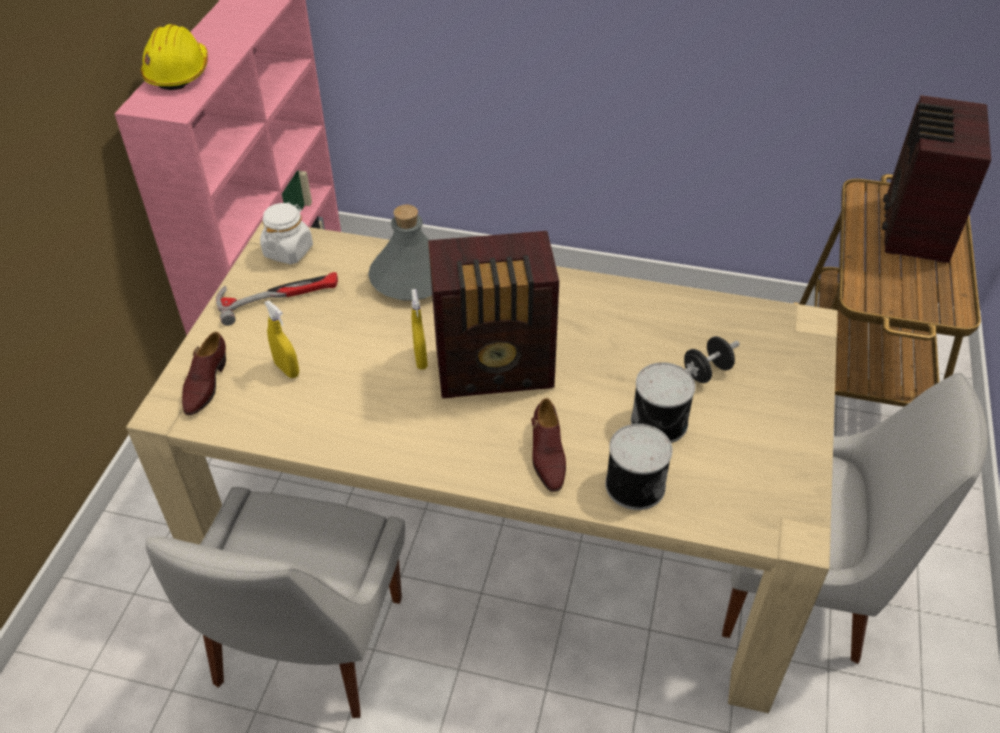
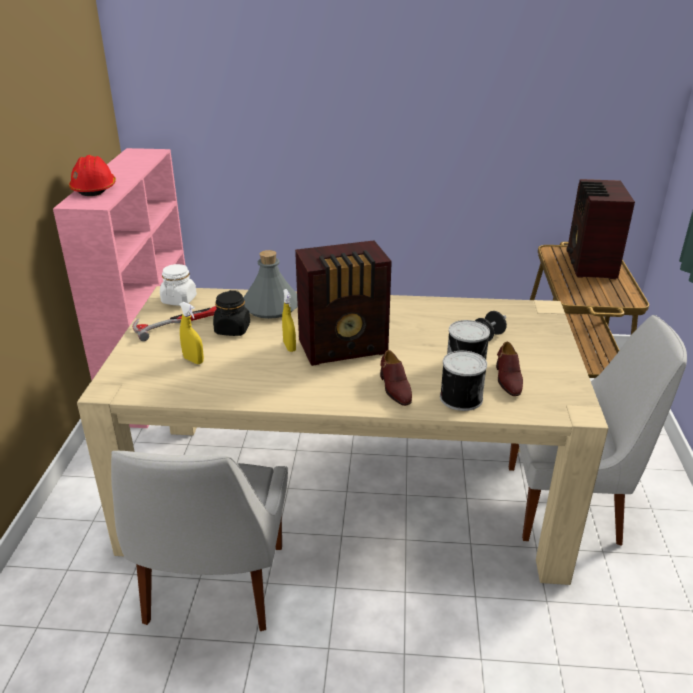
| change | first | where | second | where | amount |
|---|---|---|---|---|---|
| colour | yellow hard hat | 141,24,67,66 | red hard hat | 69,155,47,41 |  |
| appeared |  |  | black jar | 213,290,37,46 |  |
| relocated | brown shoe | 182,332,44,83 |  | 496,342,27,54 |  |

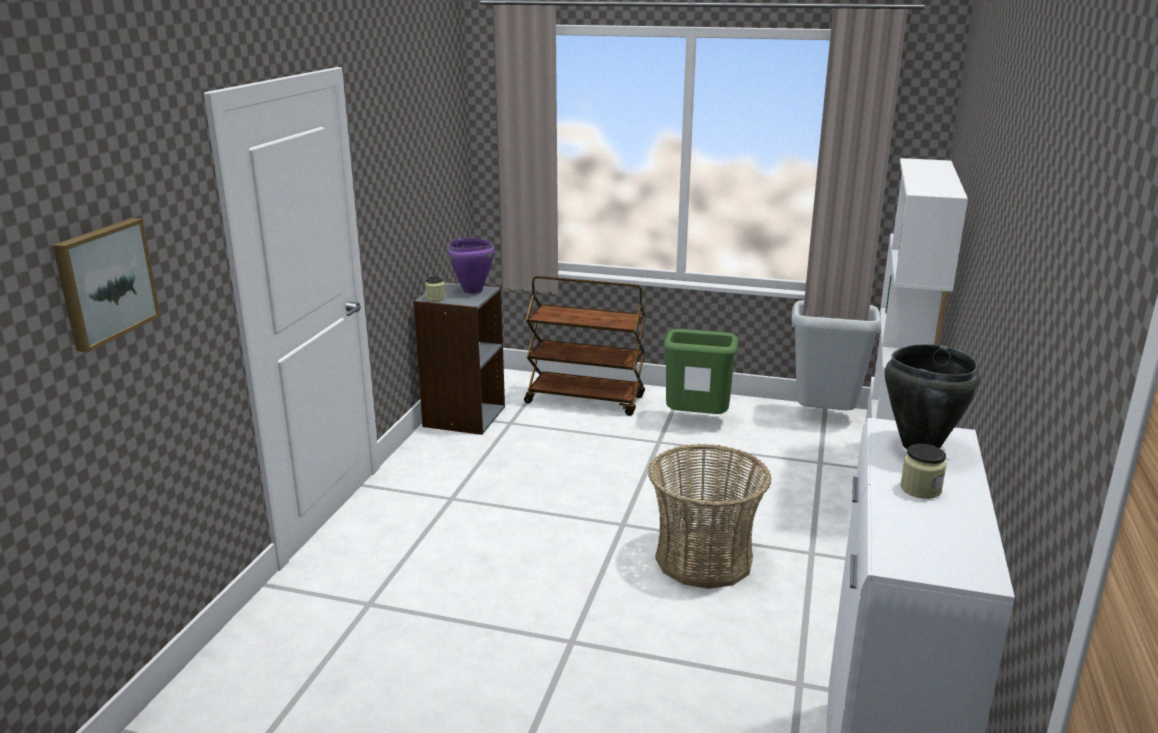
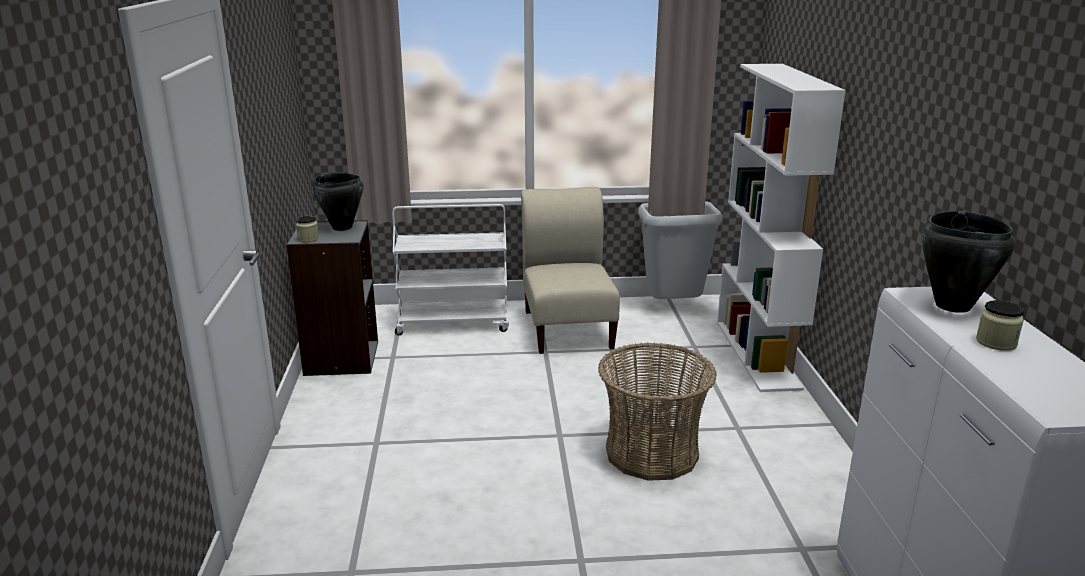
| change | first | where | second | where | amount |
|---|---|---|---|---|---|
| colour | purple cooking pot | 448,238,47,56 | black cooking pot | 313,173,50,58 |  |
| colour | brown cart | 524,276,122,140 | white cart | 392,204,117,131 |  |
| exchanged | green trash can | 663,329,76,85 | beige chair | 521,187,99,167 |  |
| missing | picture | 53,218,107,134 |  |  |  |

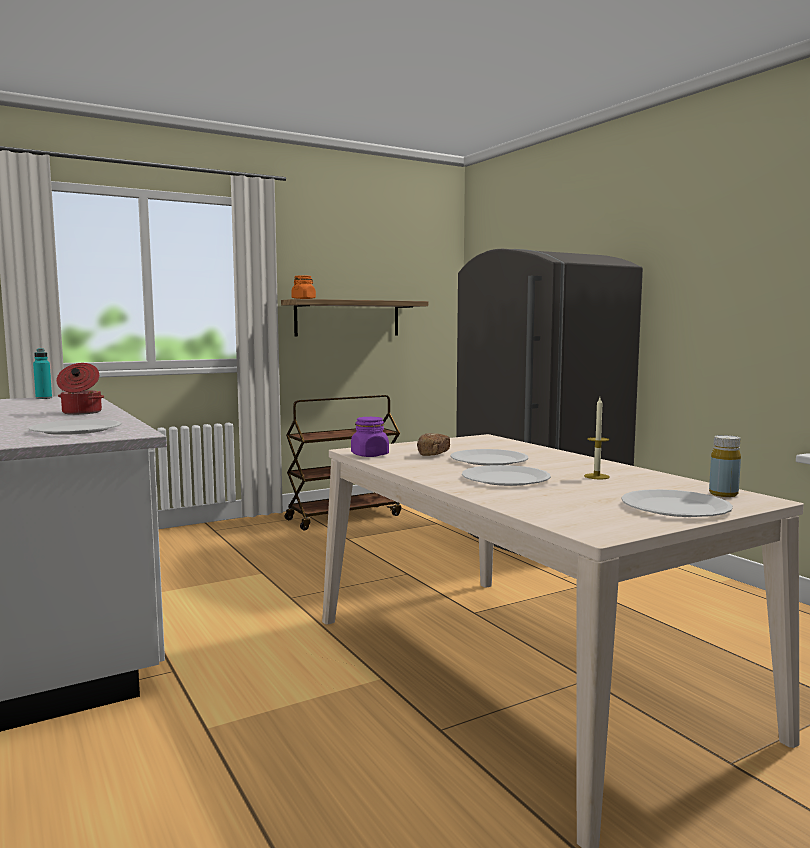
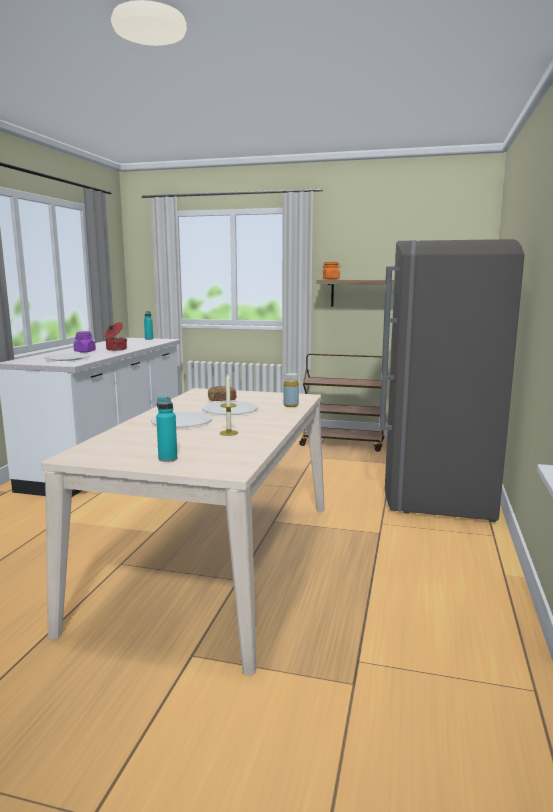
| change | first | where | second | where | amount |
|---|---|---|---|---|---|
| relocated | purple jar | 351,417,38,40 |  | 74,331,22,22 |  |
| exchanged | white plate | 621,489,112,28 | turquoise bottle | 156,397,21,65 |  |
| relocated | yellow bottle | 709,435,32,62 |  | 284,373,15,34 |  |

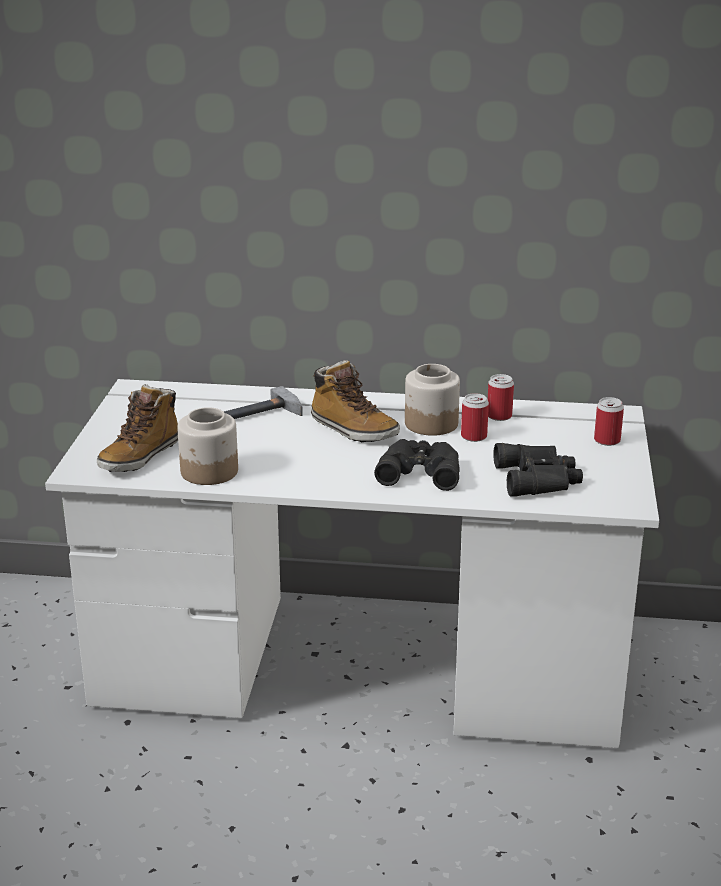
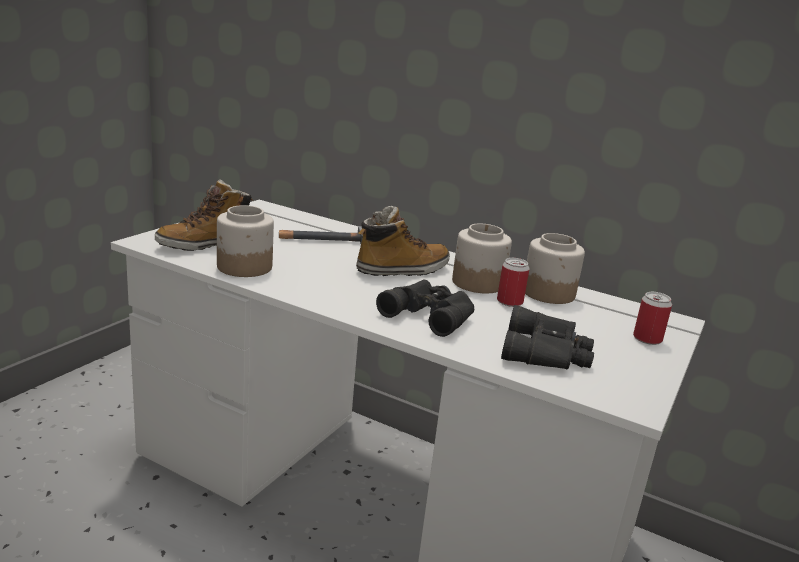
| change | first | where | second | where | amount |
|---|---|---|---|---|---|
| spun | boot | 311,360,89,83 |  | 356,206,94,70 | 90 degrees counterclockwise |
| exchanged | can | 488,374,26,47 | jar | 525,233,60,71 |  |

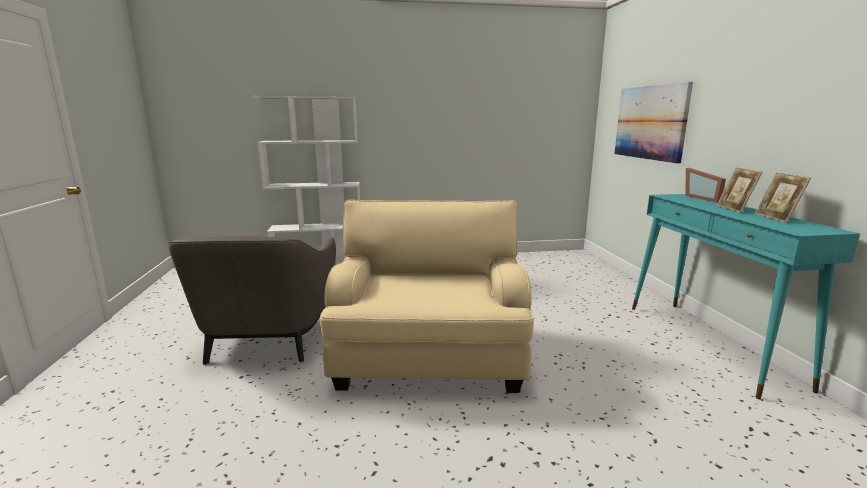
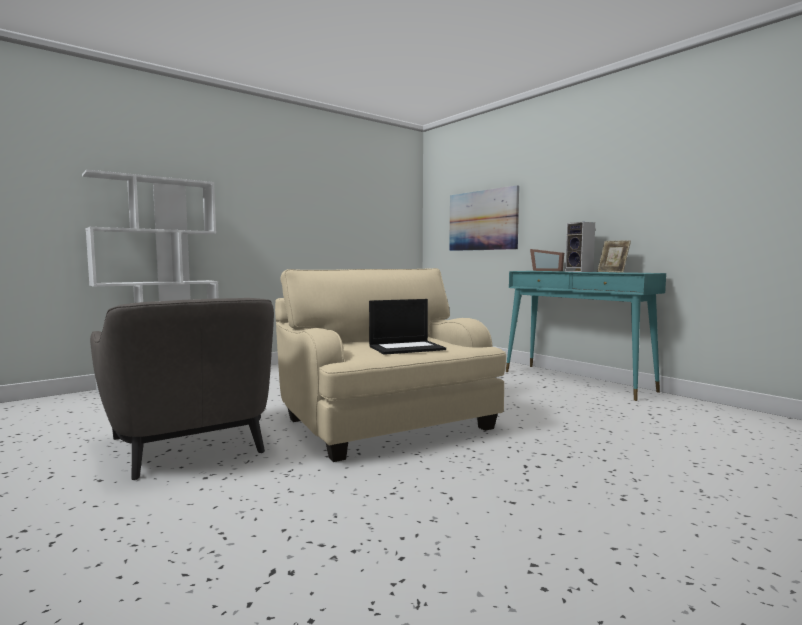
| change | first | where | second | where | amount |
|---|---|---|---|---|---|
| appeared |  |  | laptop | 369,299,77,56 |  |
| exchanged | picture frame | 717,167,46,46 | speaker | 565,222,30,50 |  |

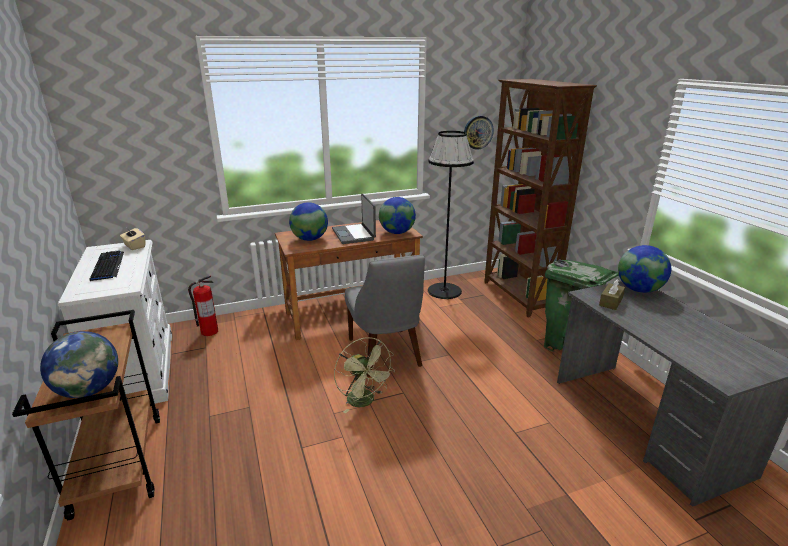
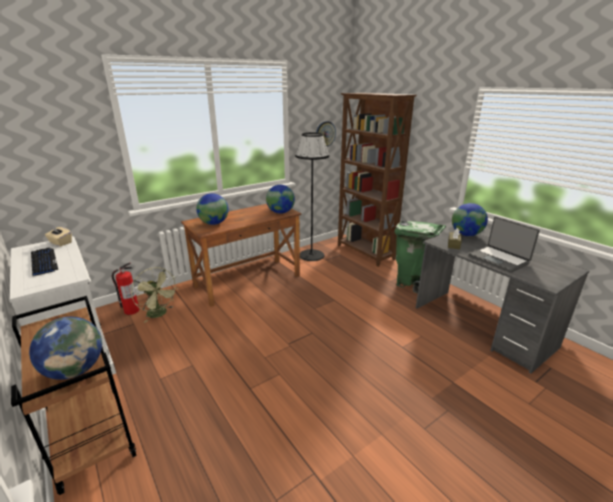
| change | first | where | second | where | amount |
|---|---|---|---|---|---|
| relocated | green fan | 334,337,61,77 |  | 131,267,48,56 |  |
| relocated | laptop | 332,194,44,50 |  | 469,217,71,56 |  |
| missing | grey chair | 345,255,80,122 |  |  |  |

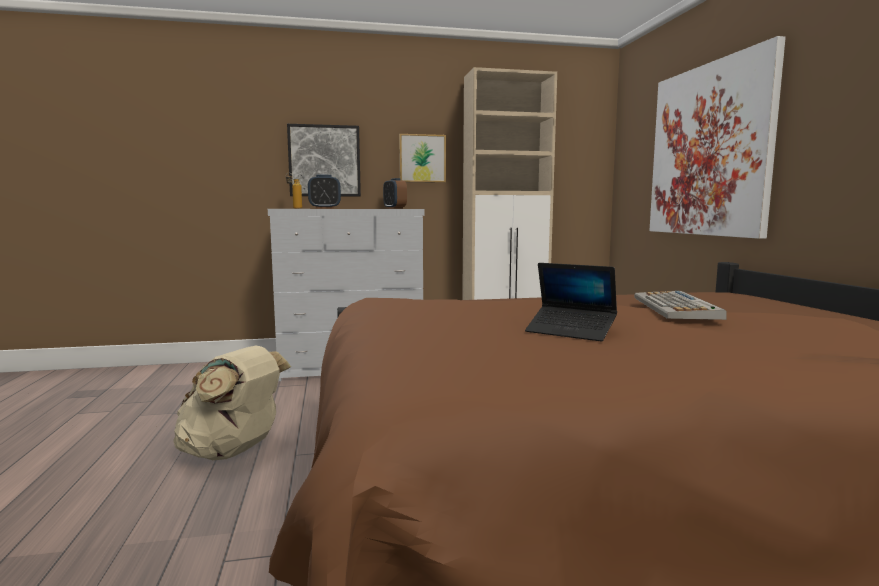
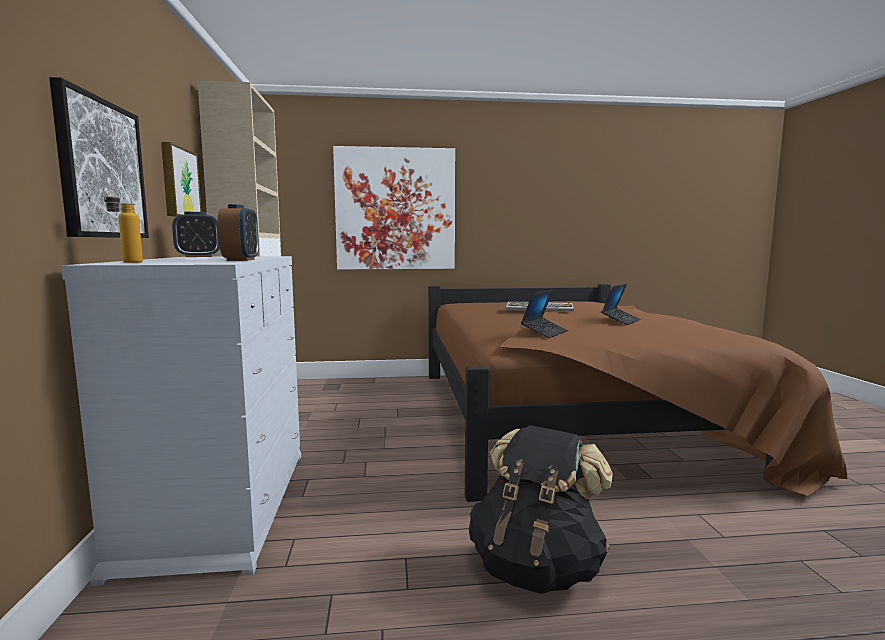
| change | first | where | second | where | amount |
|---|---|---|---|---|---|
| colour | beige backpack | 173,346,118,114 | black backpack | 469,425,144,169 |  |
| appeared |  |  | laptop | 521,290,47,48 |  |

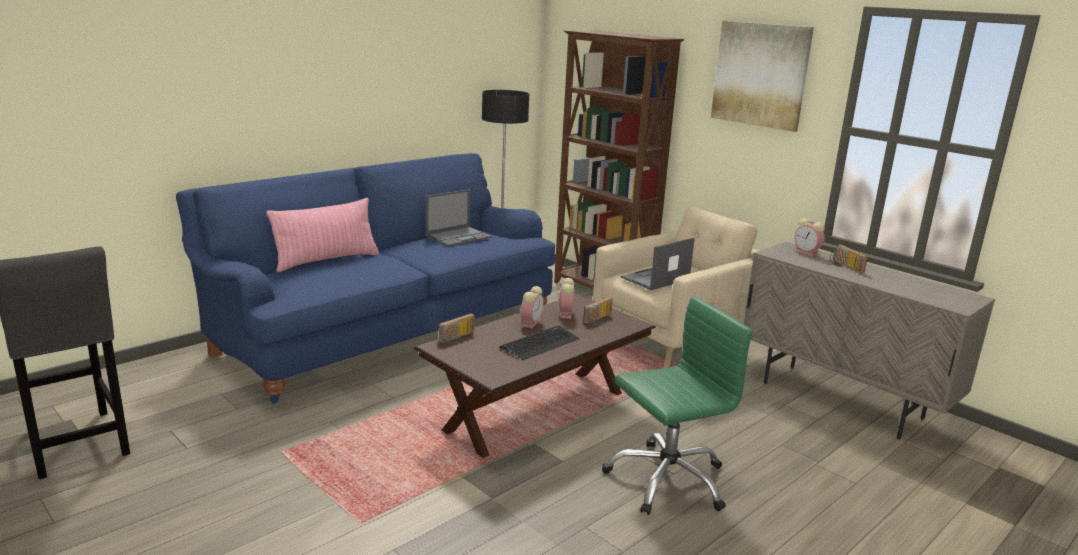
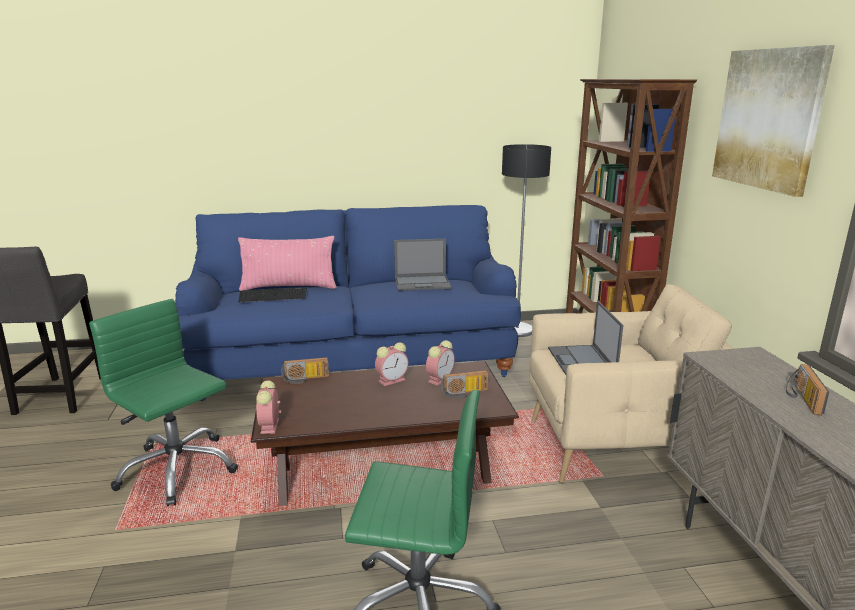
| change | first | where | second | where | amount |
|---|---|---|---|---|---|
| appeared |  |  | green office chair | 89,299,149,207 |  |
| relocated | keyboard | 499,326,81,34 |  | 238,287,69,15 |  |
| relocated | alarm clock | 794,218,31,39 |  | 256,380,25,54 |  |
| spun | laptop | 621,238,74,52 |  | 548,301,76,74 | 90 degrees counterclockwise |

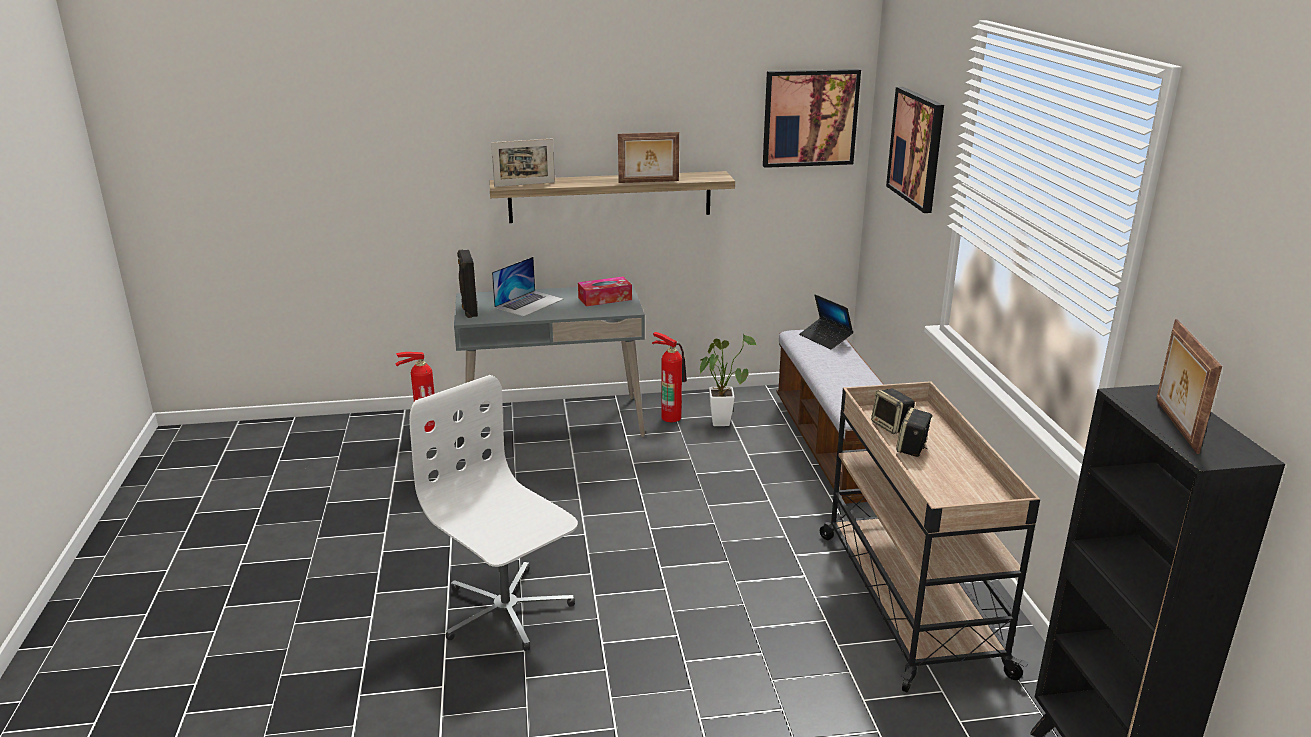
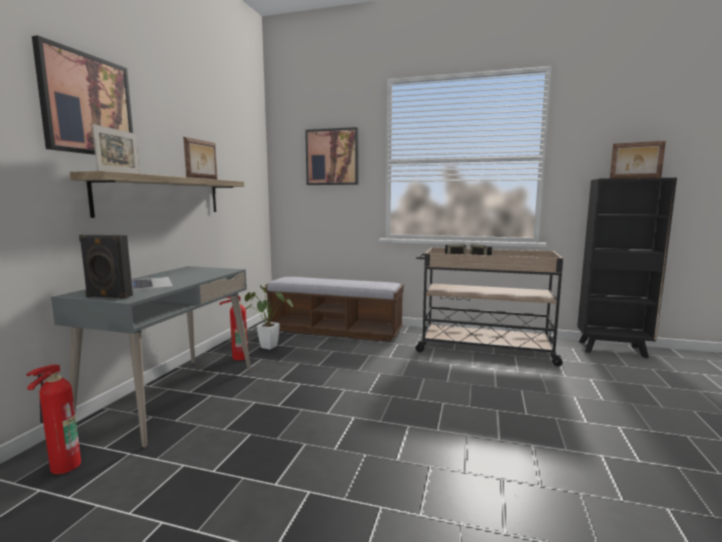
| change | first | where | second | where | amount |
|---|---|---|---|---|---|
| relocated | picture | 763,69,98,99 |  | 32,35,101,120 |  |
| missing | white office chair | 409,375,169,276 |  |  |  |
| missing | tissue box | 578,277,54,29 |  |  |  |
| missing | laptop | 799,294,54,55 |  |  |  |

